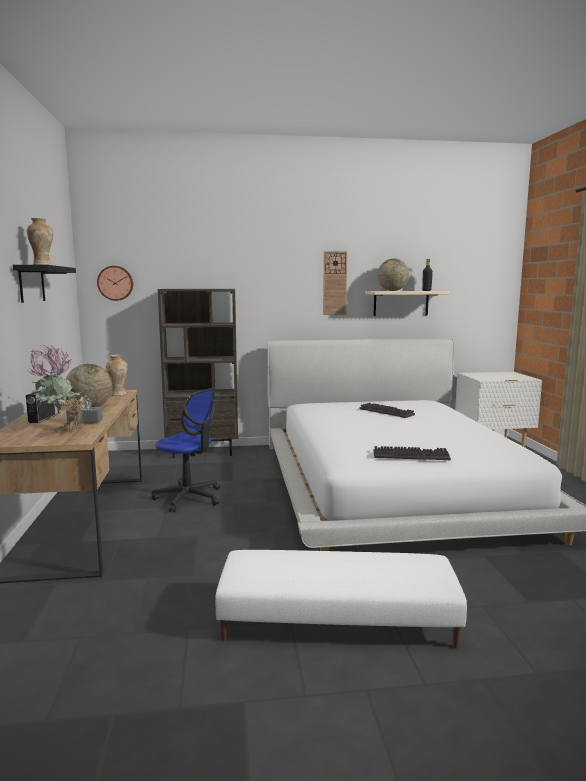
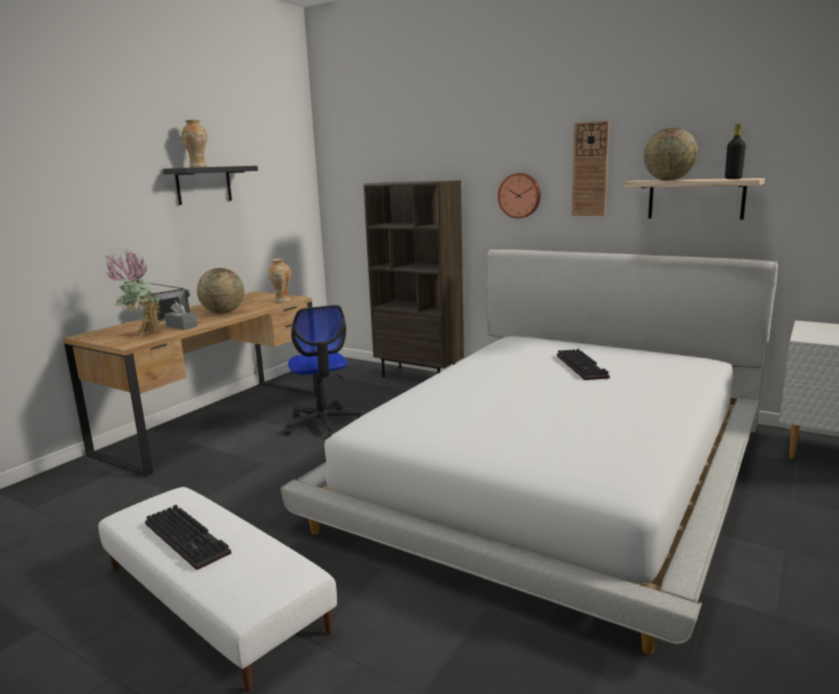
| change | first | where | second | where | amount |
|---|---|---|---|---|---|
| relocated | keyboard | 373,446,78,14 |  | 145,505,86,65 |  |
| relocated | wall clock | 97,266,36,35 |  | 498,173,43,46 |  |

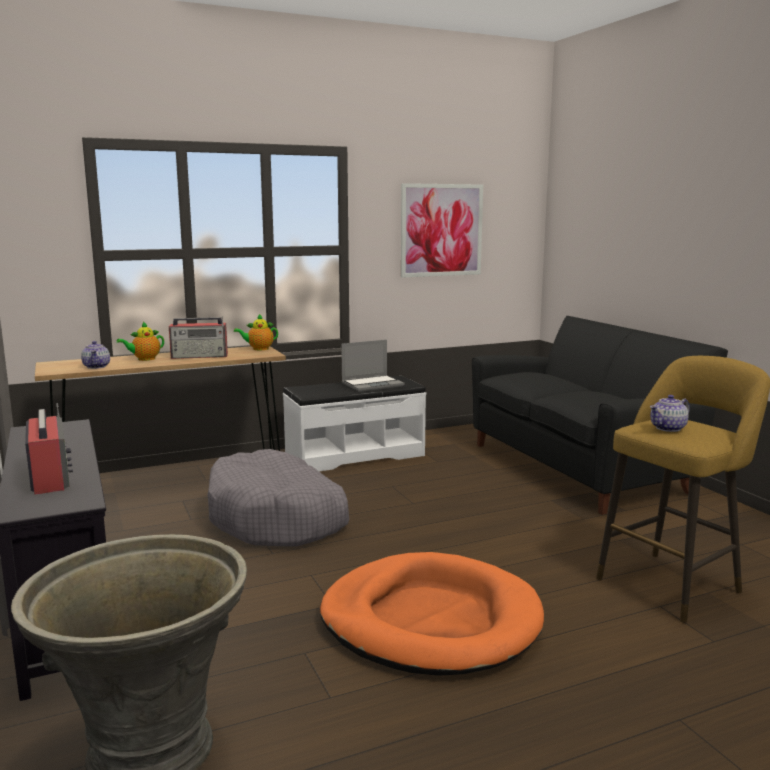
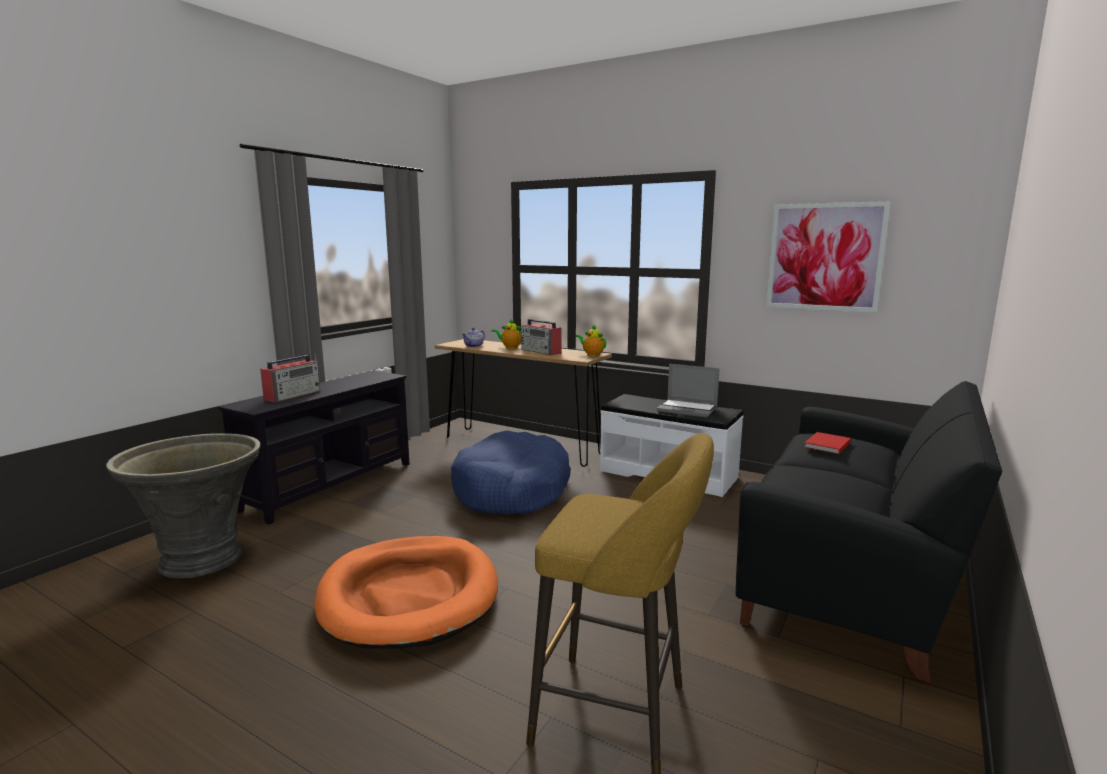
| change | first | where | second | where | amount |
|---|---|---|---|---|---|
| colour | grey dog bed | 207,449,142,98 | blue dog bed | 451,431,120,84 |  |
| appeared |  |  | red book | 804,432,47,23 |  |
| missing | teapot | 650,395,40,37 |  |  |  |

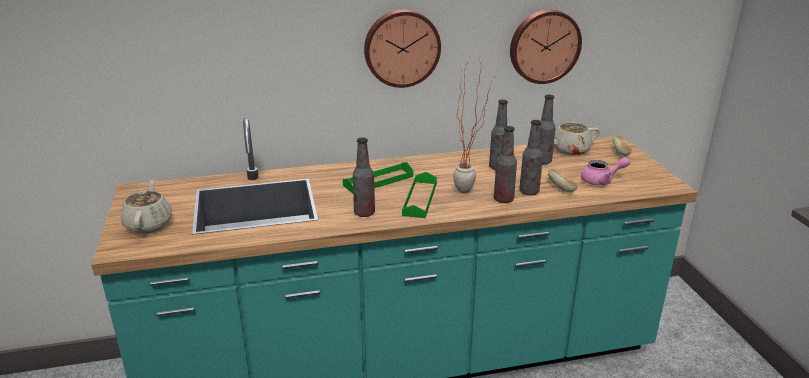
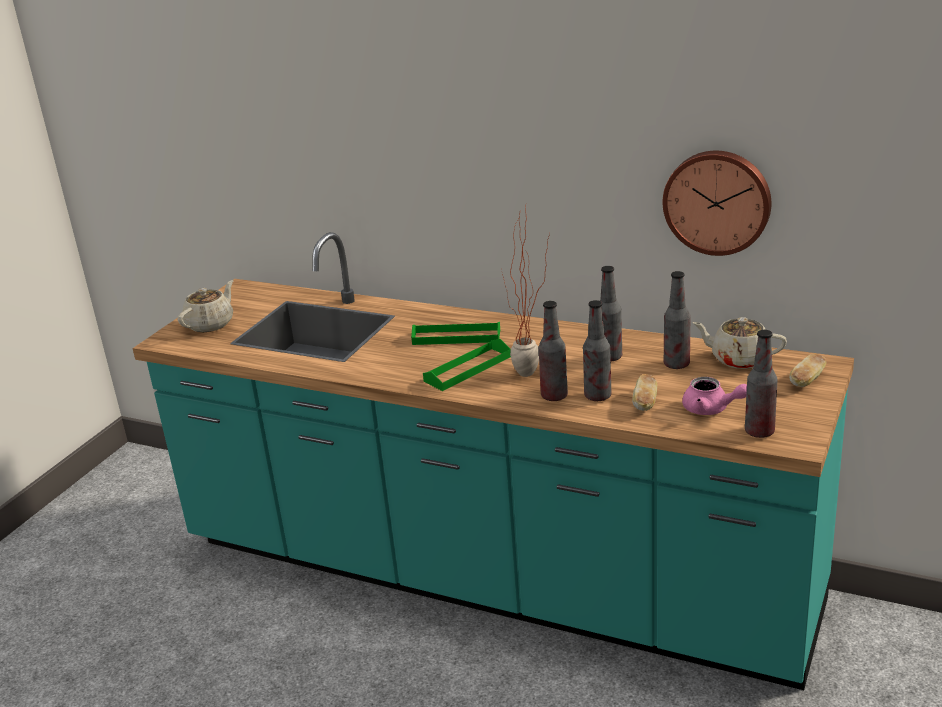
| change | first | where | second | where | amount |
|---|---|---|---|---|---|
| relocated | bottle | 353,137,22,80 |  | 745,330,33,108 |  |
| missing | wall clock | 364,10,77,78 |  |  |  |

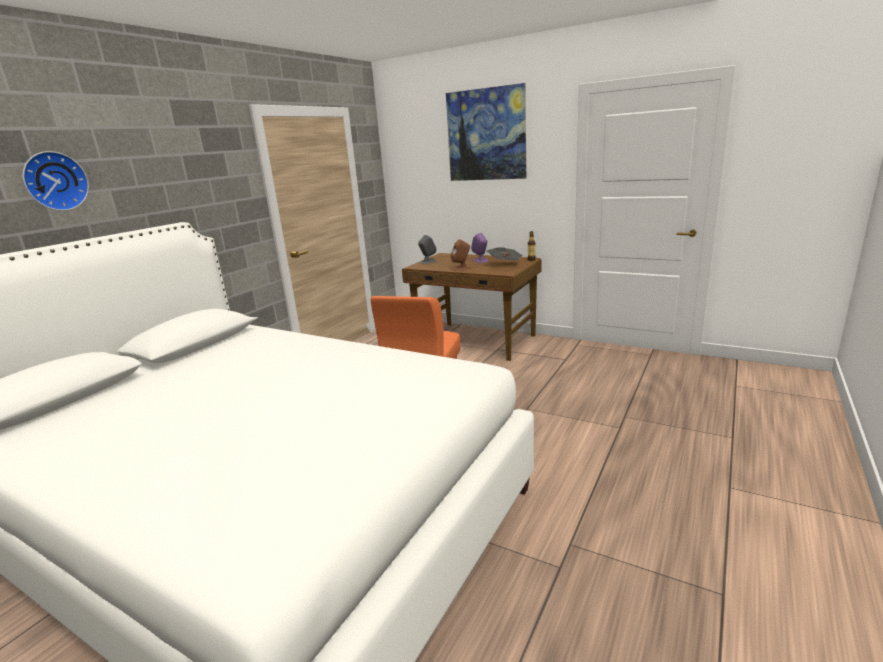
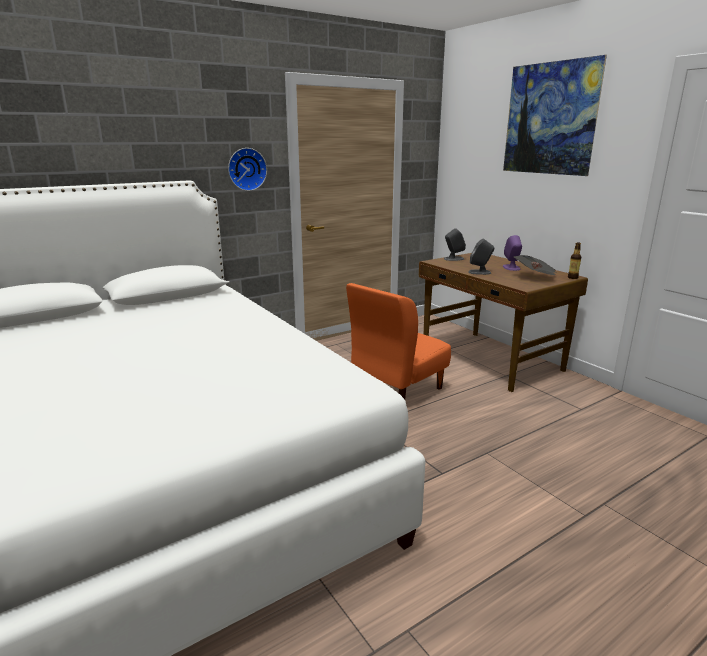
| change | first | where | second | where | amount |
|---|---|---|---|---|---|
| relocated | wall clock | 23,151,66,60 |  | 228,148,39,43 |  |
| colour | brown speaker | 451,239,20,32 | grey speaker | 468,239,26,36 |  |

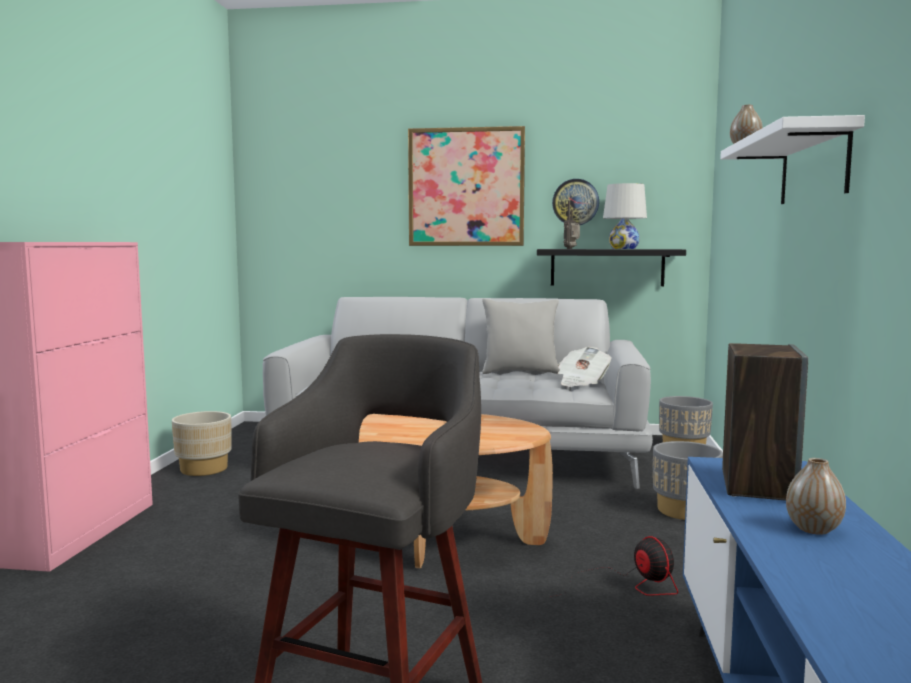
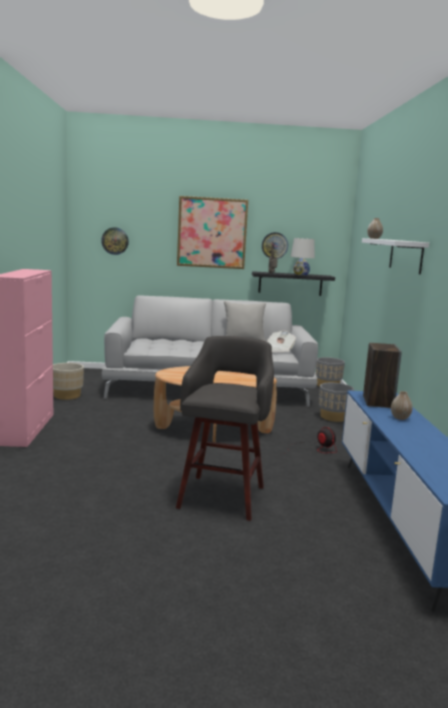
| change | first | where | second | where | amount |
|---|---|---|---|---|---|
| appeared |  |  | wall clock | 101,227,28,28 |  |

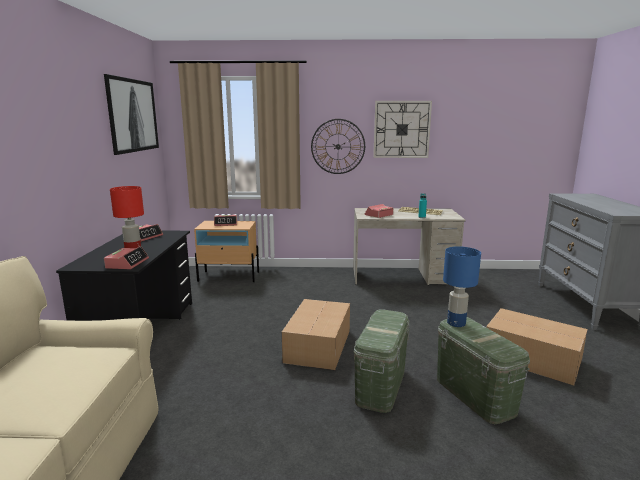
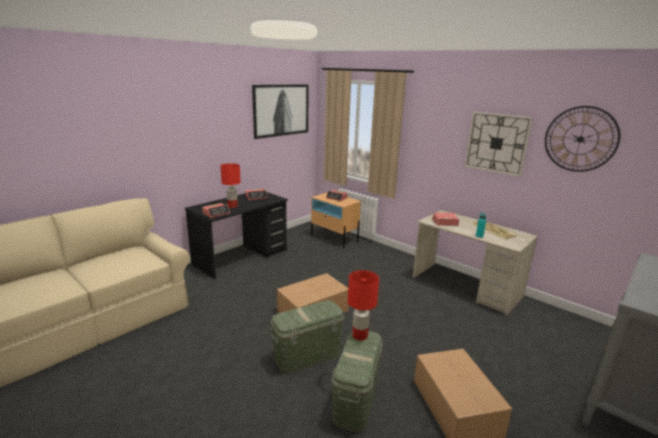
| change | first | where | second | where | amount |
|---|---|---|---|---|---|
| colour | blue table lamp | 443,246,38,81 | red table lamp | 348,270,31,70 |  |
| relocated | wall clock | 311,119,54,55 |  | 545,106,75,66 |  |

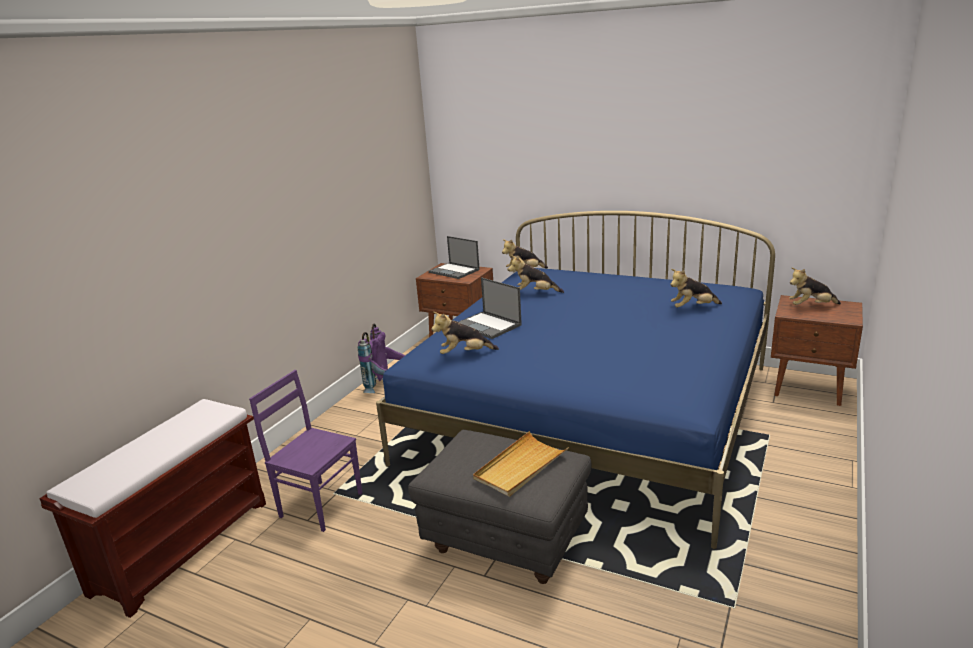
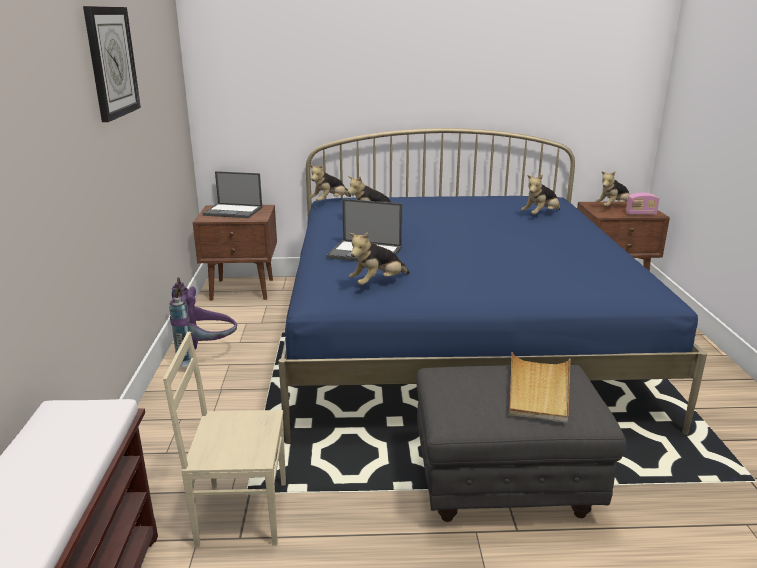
| change | first | where | second | where | amount |
|---|---|---|---|---|---|
| appeared |  |  | wall clock | 83,6,58,116 |  |
| colour | purple chair | 249,370,113,162 | beige chair | 163,332,123,216 |  |
| appeared |  |  | radio | 626,193,33,22 |  |

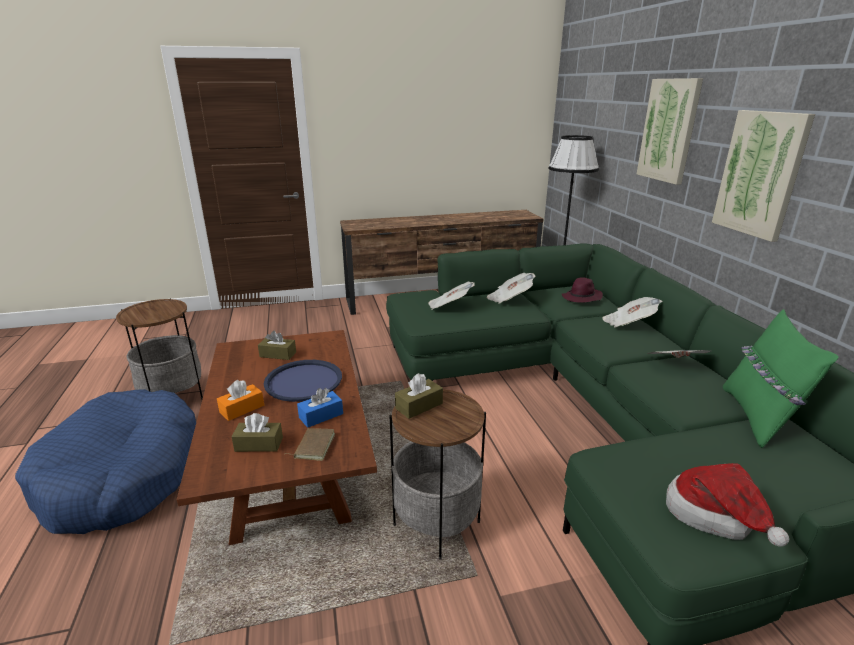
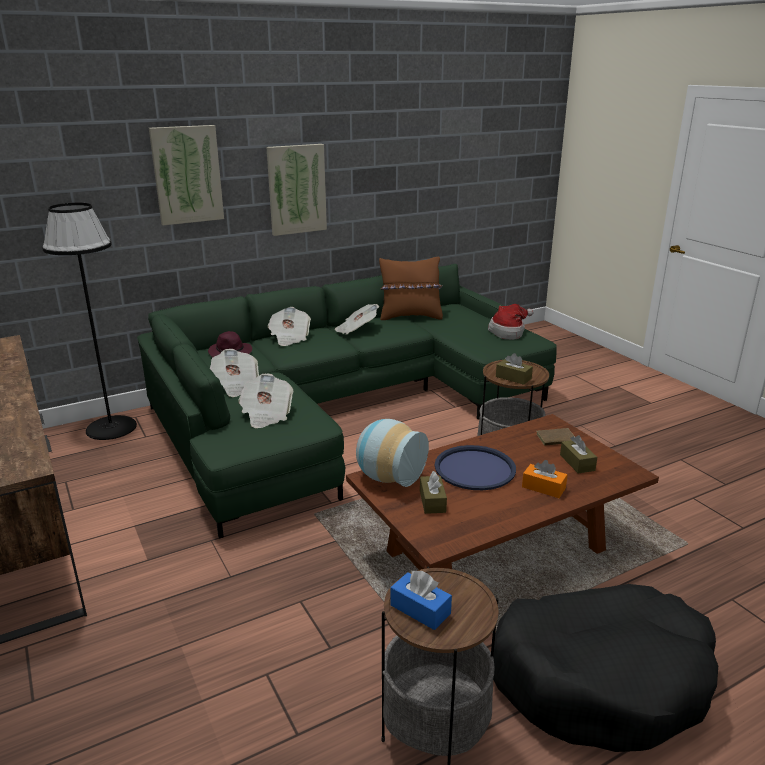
| change | first | where | second | where | amount |
|---|---|---|---|---|---|
| appeared |  |  | vase | 356,419,73,68 |  |
| colour | green pillow | 723,309,116,139 | brown pillow | 379,257,64,63 |  |
| relocated | blue tissue box | 297,388,46,40 |  | 390,570,62,60 |  |
| colour | blue dog bed | 15,389,181,145 | black dog bed | 493,584,225,168 |  |

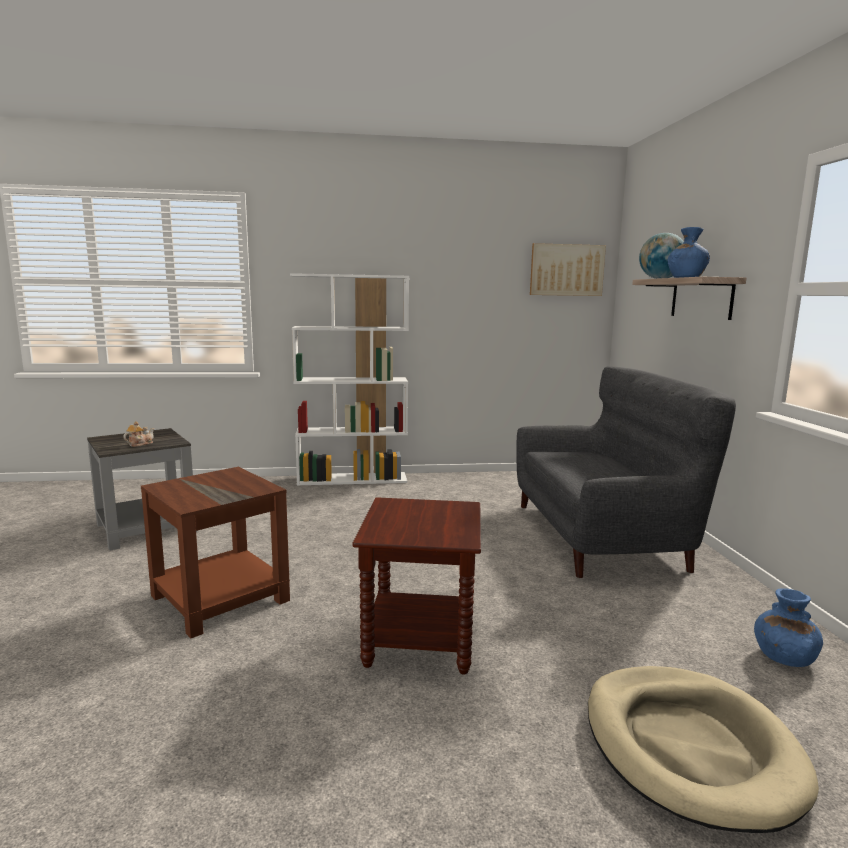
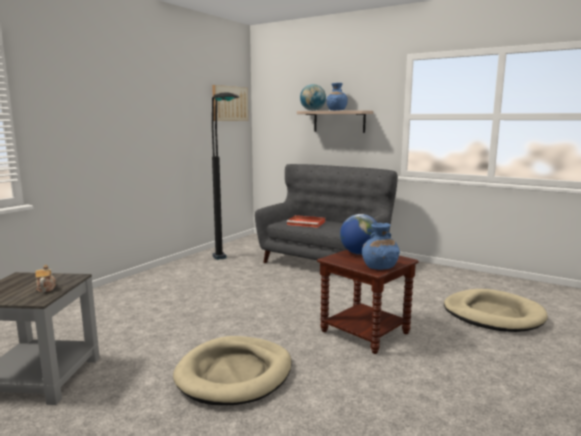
| change | first | where | second | where | amount |
|---|---|---|---|---|---|
| exchanged | brown side table | 141,467,149,171 | beige dog bed | 173,336,119,69 |  |
| appeared |  |  | black floor lamp | 212,93,27,167 |  |
| appeared |  |  | red tray | 287,215,38,13 |  |
| appeared |  |  | globe | 340,214,37,41 |  |
| relocated | blue vase | 754,588,69,79 |  | 362,223,38,47 |  |
| missing | white bookcase | 290,273,119,212 |  |  |  |

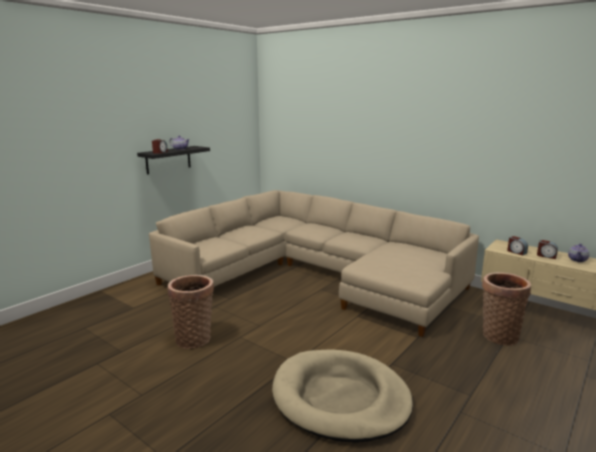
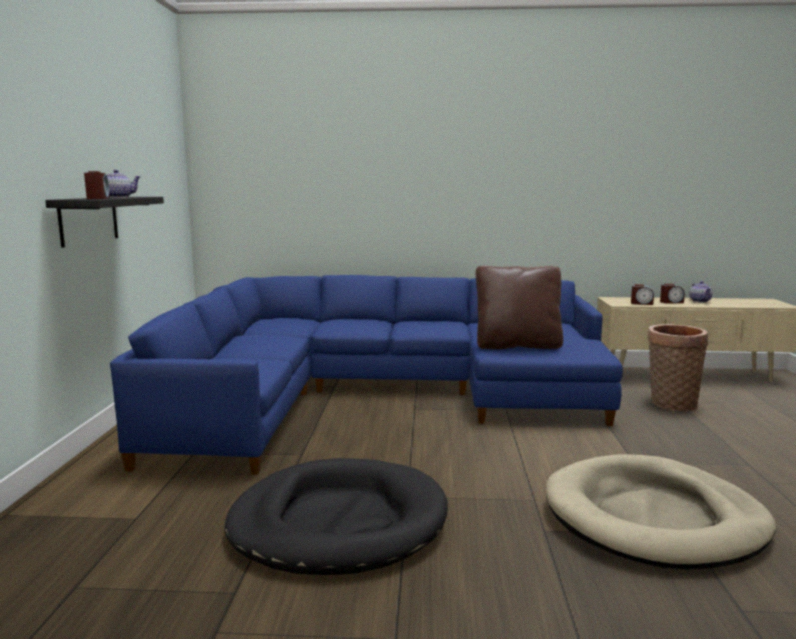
| change | first | where | second | where | amount |
|---|---|---|---|---|---|
| colour | beige sofa | 149,190,330,147 | blue sofa | 110,275,513,200 |  |
| exchanged | basket | 168,275,46,74 | black dog bed | 225,458,223,117 |  |
| appeared |  |  | brown pillow | 476,265,87,84 |  |

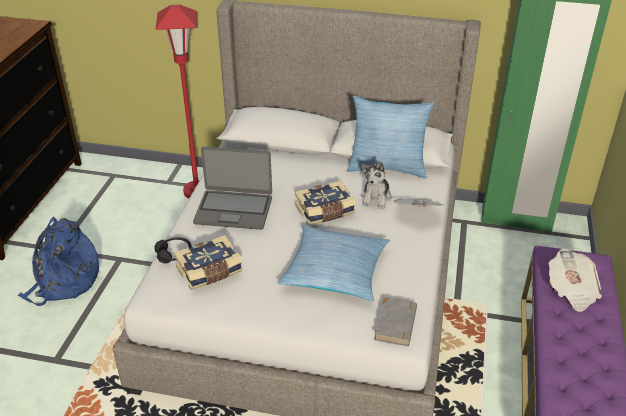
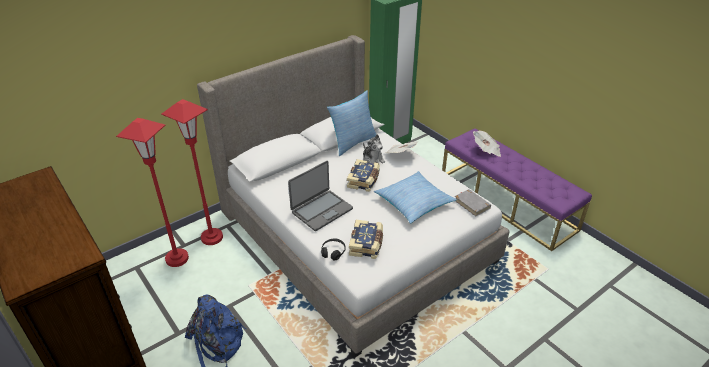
| change | first | where | second | where | amount |
|---|---|---|---|---|---|
| appeared |  |  | red floor lamp | 116,118,73,149 |  |

